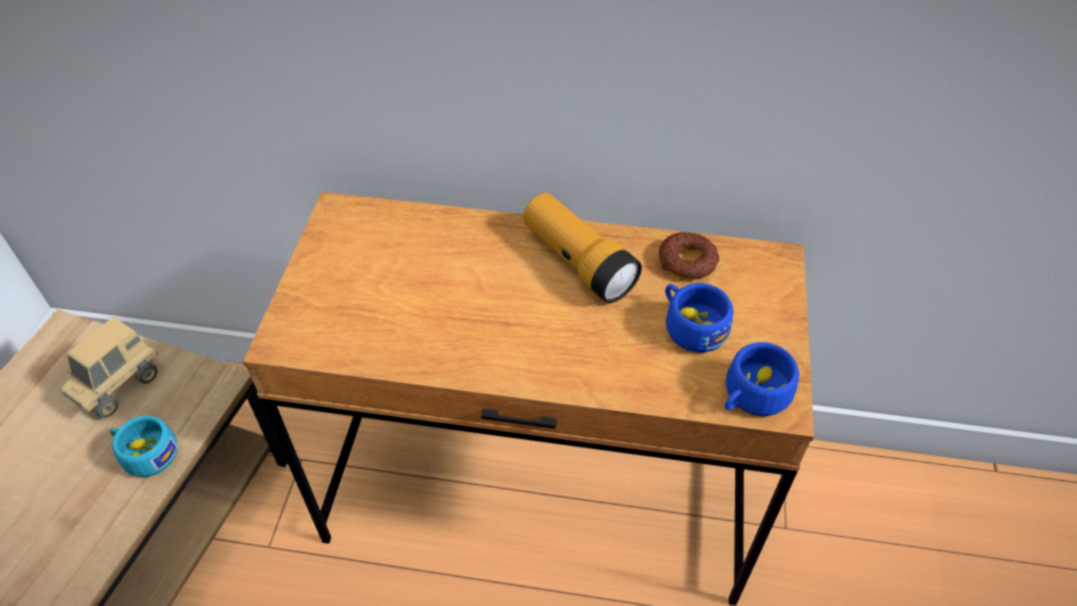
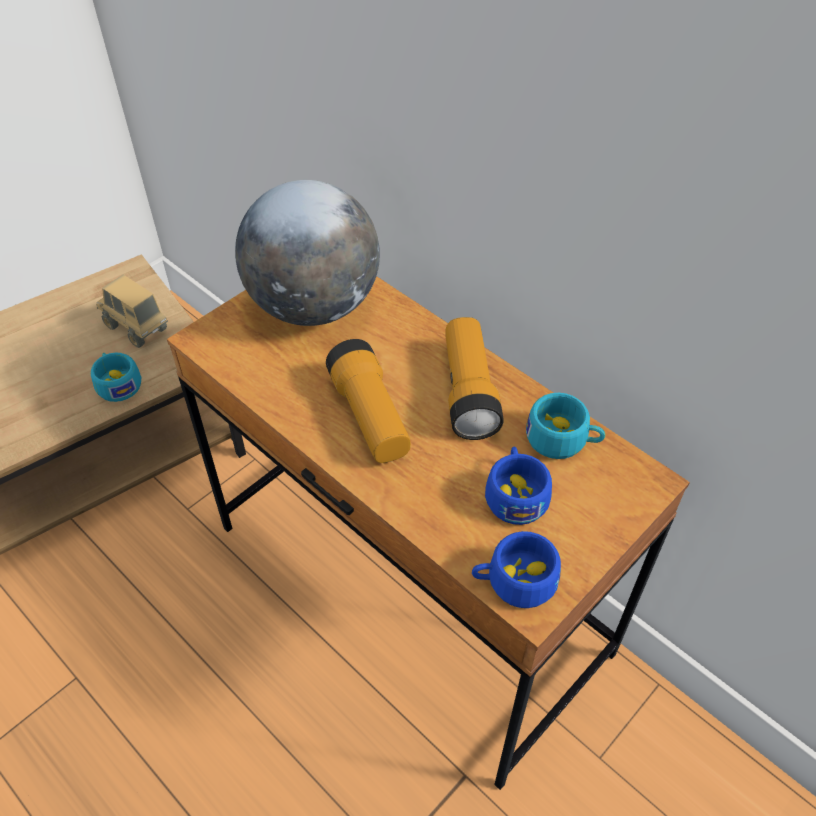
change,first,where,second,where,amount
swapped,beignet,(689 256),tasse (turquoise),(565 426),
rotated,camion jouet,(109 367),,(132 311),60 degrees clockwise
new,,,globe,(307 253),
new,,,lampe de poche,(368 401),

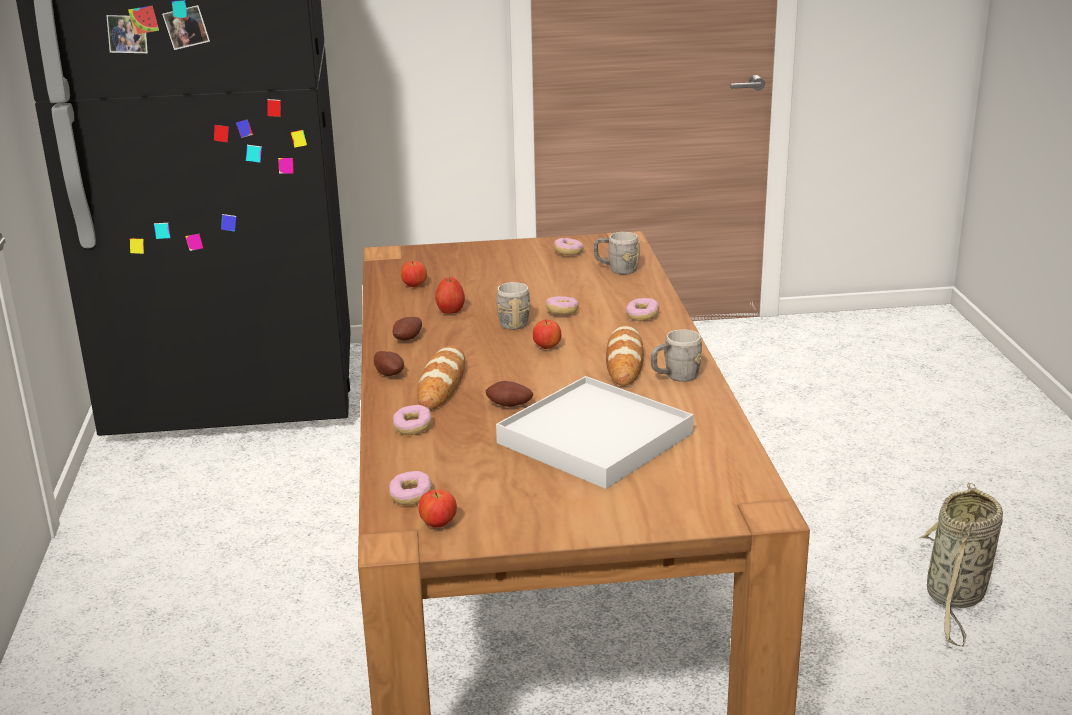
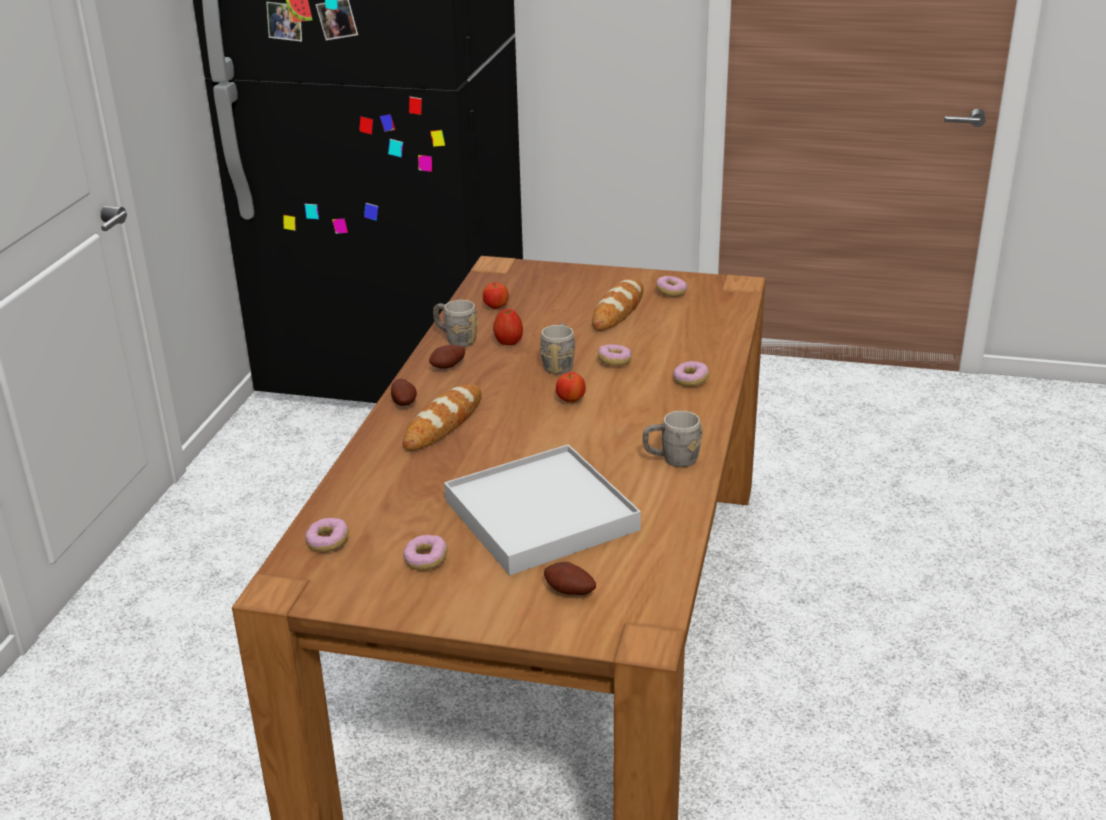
change,first,where,second,where,amount
shifted,mug (gris),(617 253),,(455 323),
shifted,pain,(625 355),,(617 304),
shifted,pomme de terre,(509 394),,(570 578),
shifted,beignet,(412 420),,(425 553),
gone,panier,(961 564),,,
gone,pomme,(437 508),,,

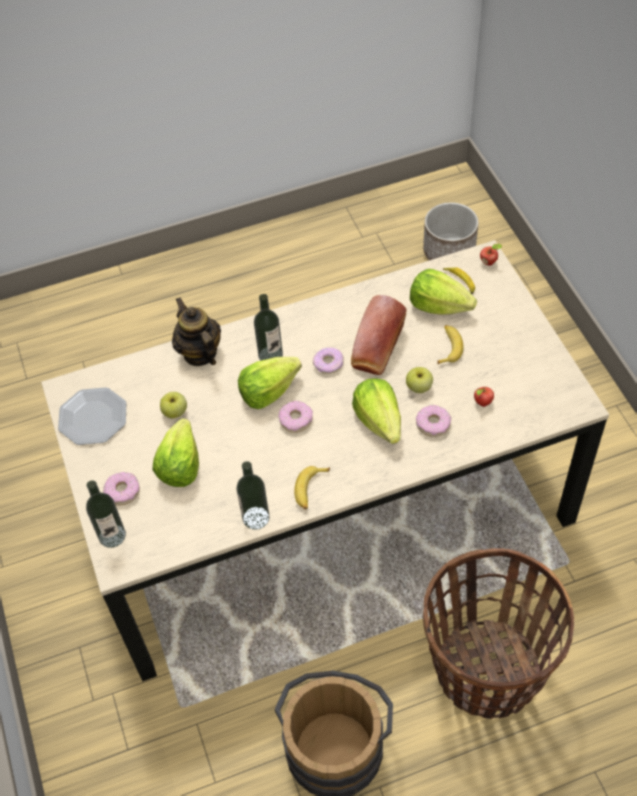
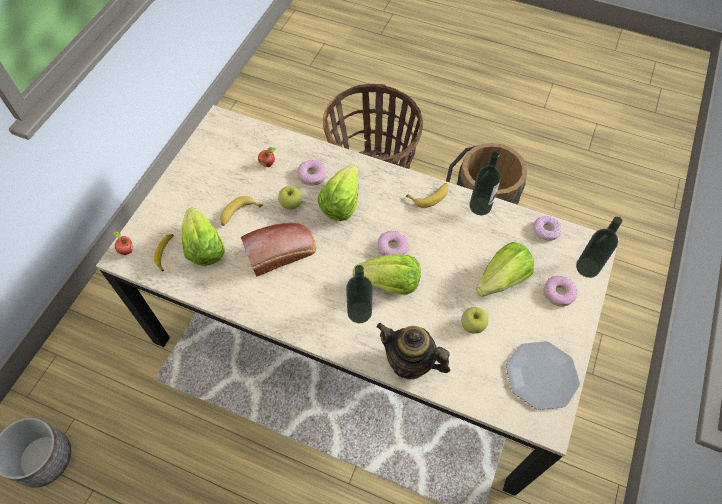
change,first,where,second,where,amount
rotated,théière,(196 331),,(413 351),105 degrees clockwise
shifted,beignet,(328 361),,(547 228),

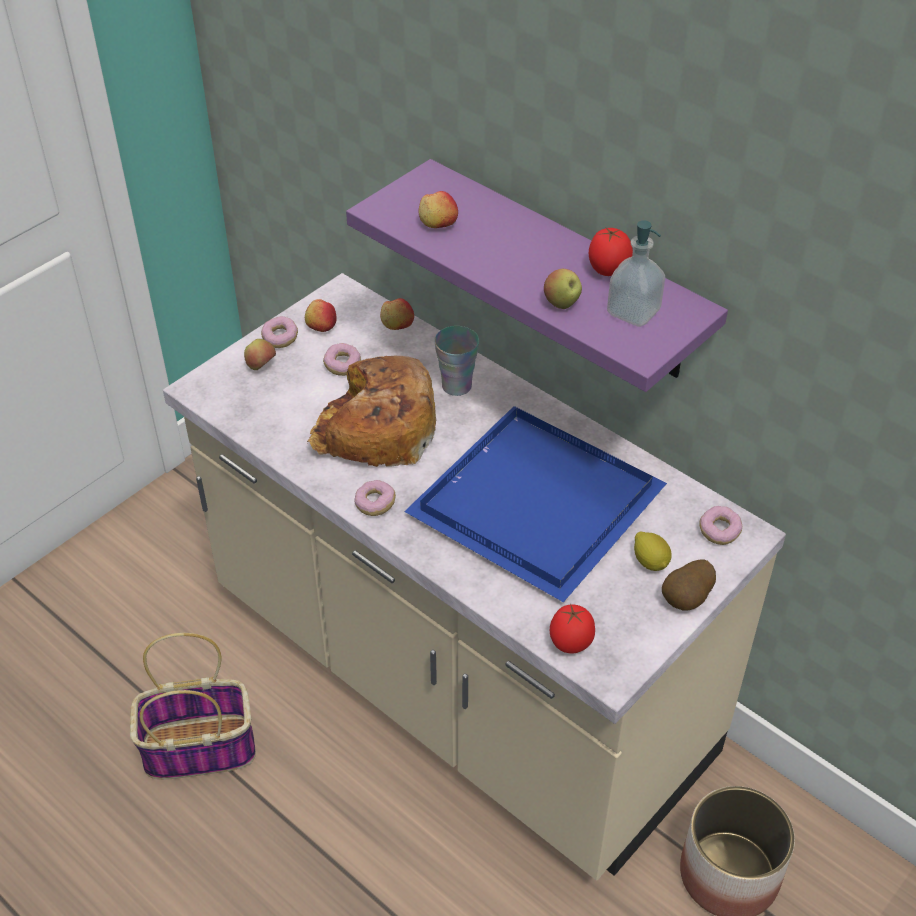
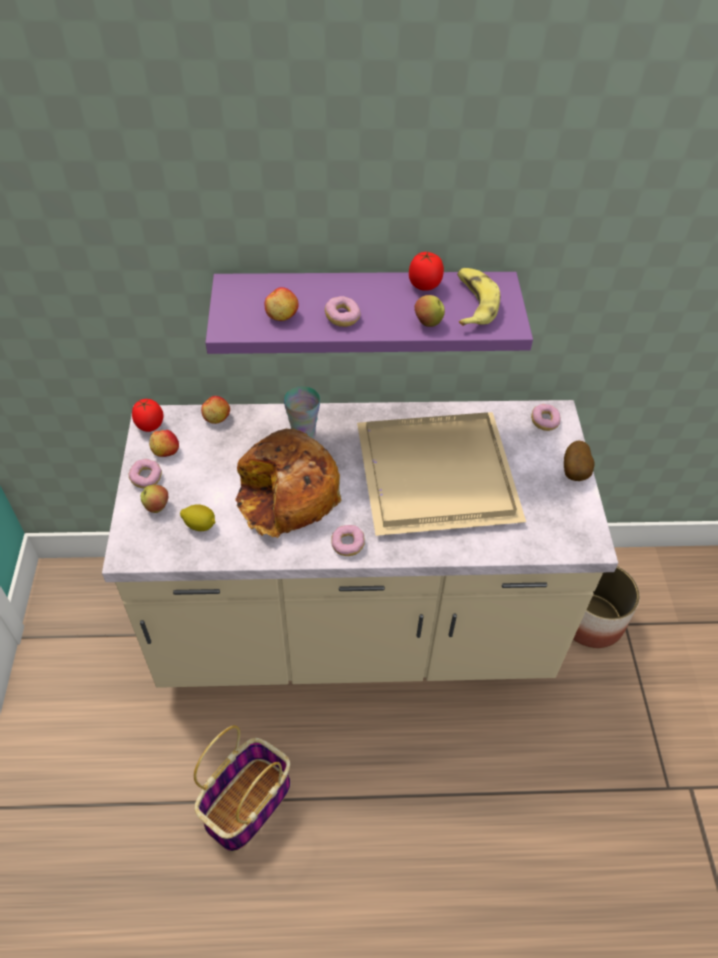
change,first,where,second,where,amount
swapped,distributeur de savon,(636 273),banane,(478 297),
shifted,beignet,(342 359),,(343 311),
repainted,plateau (bleu),(535 504),plateau (beige),(441 474),
shifted,citron,(653 551),,(198 517),
shifted,tomate,(572 629),,(148 415),

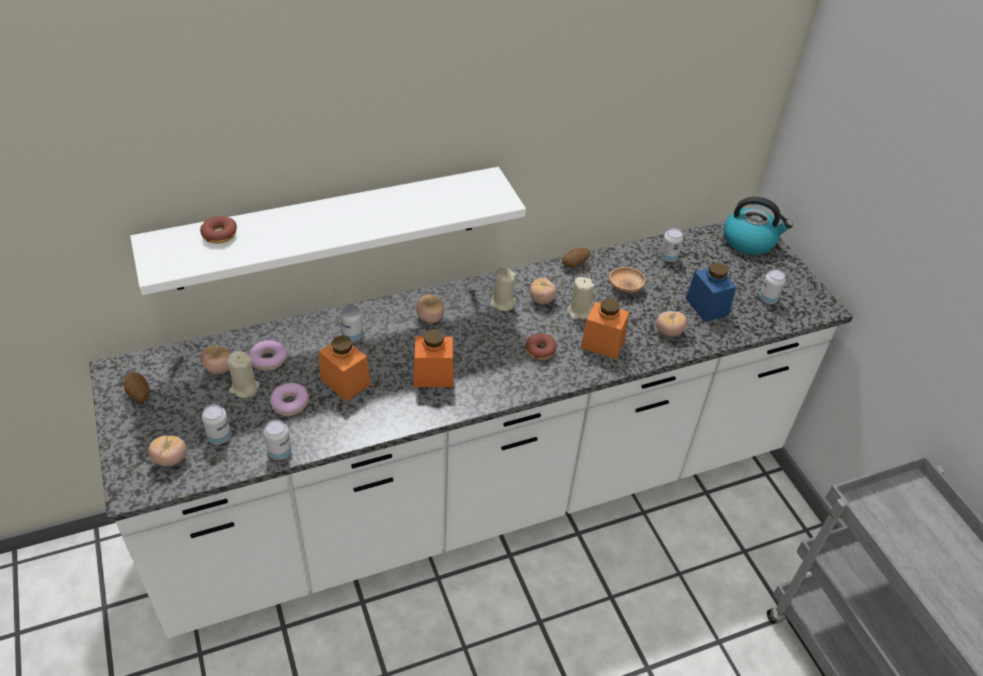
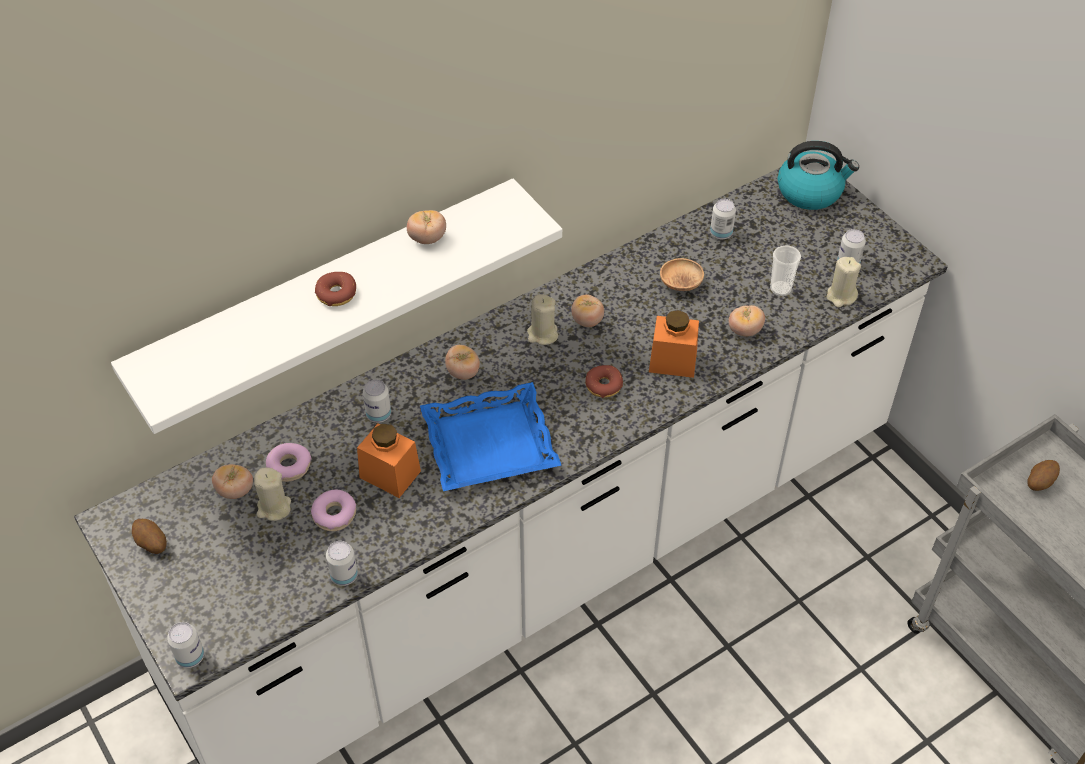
change,first,where,second,where,amount
shifted,beignet,(218 229),,(335 289),
shifted,pomme de terre,(576 257),,(1043 475),
swapped,bocal (bleu),(711 292),tasse,(785 270),
shifted,bougie (beige),(580 298),,(844 282),
swapped,bocal (orange),(434 358),plateau (bleu),(490 436),
shifted,boîte métallique,(216 424),,(185 645),
shifted,tomate,(167 451),,(426 227),

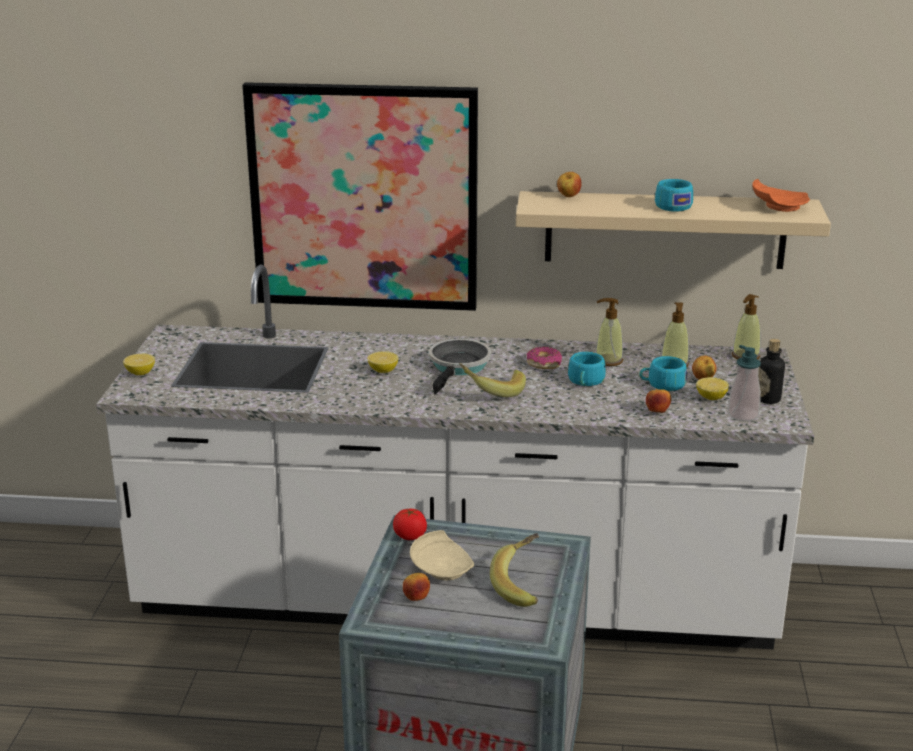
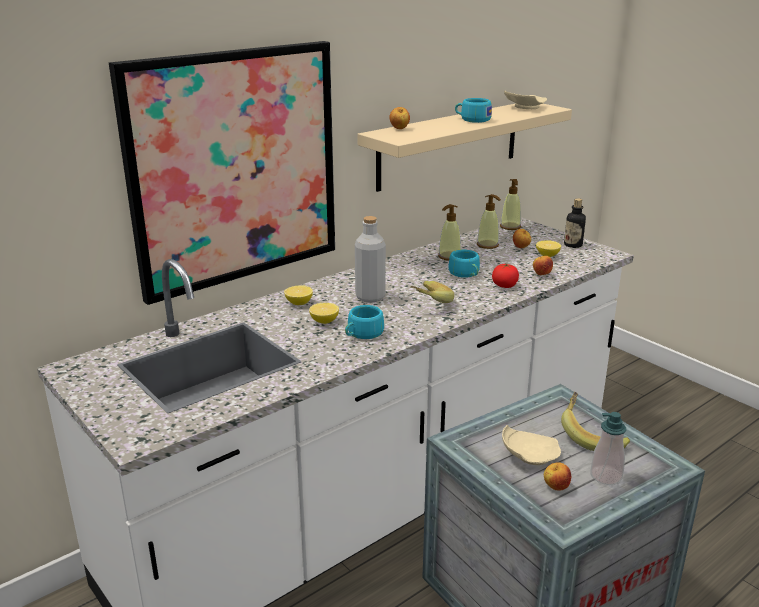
change,first,where,second,where,amount
repainted,assiette (orange),(781 195),assiette (beige),(525 99),
swapped,poêle,(460 367),bouteille (gris),(370 259),
shifted,distributeur de savon,(744 383),,(608 448),
gone,beignet,(544 357),,,
shifted,citron,(139 364),,(298 295),
shifted,tasse (turquoise),(663 373),,(364 322),
shifted,tomate,(410 524),,(505 276),

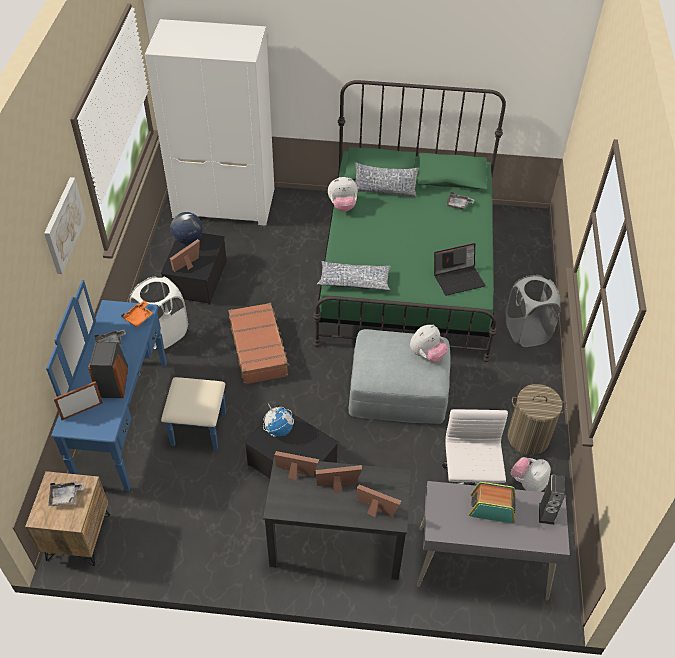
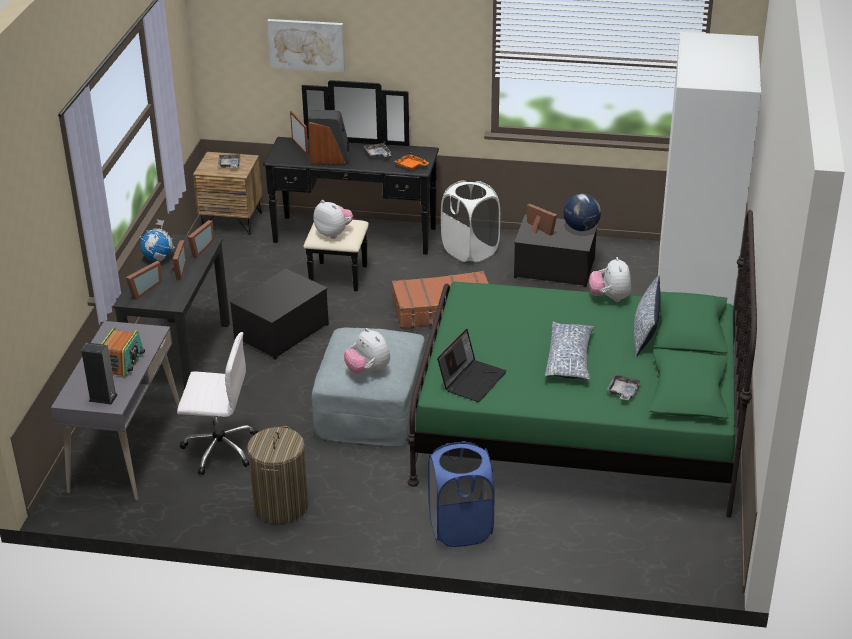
change,first,where,second,where,amount
shifted,tableau,(65 225),,(306 45),
rotated,ordinateur portable,(459 269),,(472 365),135 degrees counterclockwise
shifted,coussin,(354 275),,(569 351),
repainted,panier à linge (gris),(533 311),panier à linge (bleu),(461 494),
repainted,commode (bleu),(136 385),commode (noir),(351 185),
shifted,globe,(278 420),,(157 240),
shifted,peluche,(531 474),,(333 219),

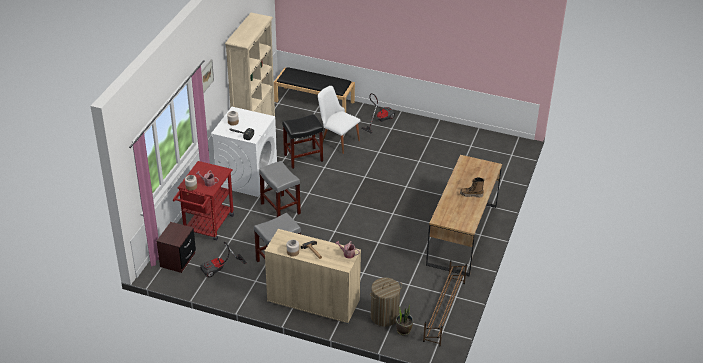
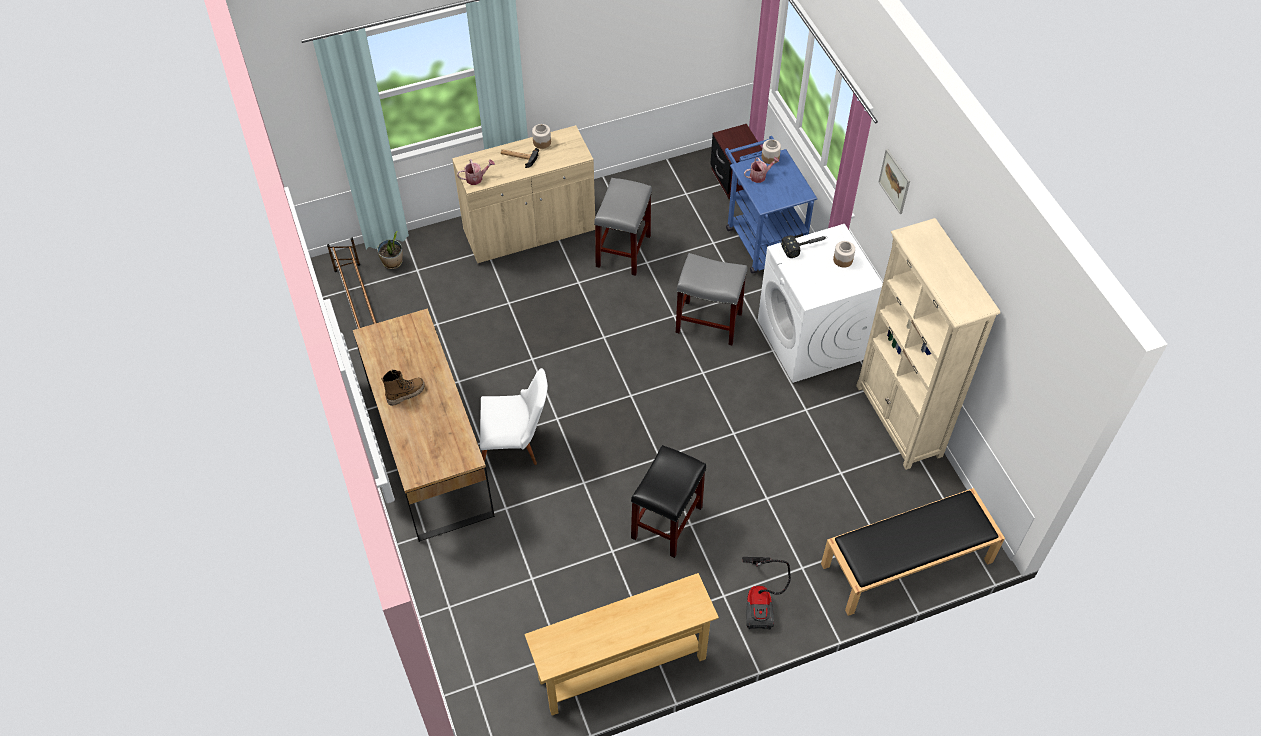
change,first,where,second,where,amount
shifted,chaise (blanc),(339 120),,(514 416),
shifted,tabouret (noir),(302 141),,(668 501),
repainted,chariot (rouge),(203 201),chariot (bleu),(771 204),
gone,aspirateur,(223 260),,,
gone,panier à linge,(386 302),,,
new,,,table console (beige),(622 644),

